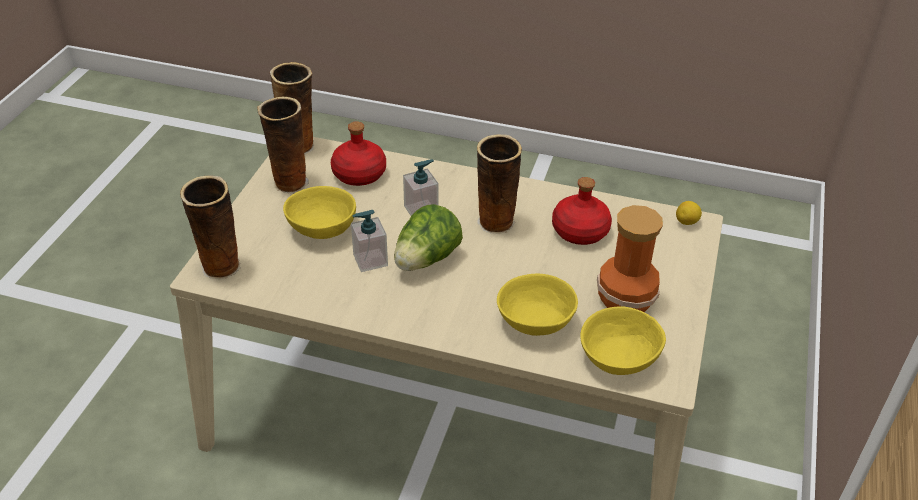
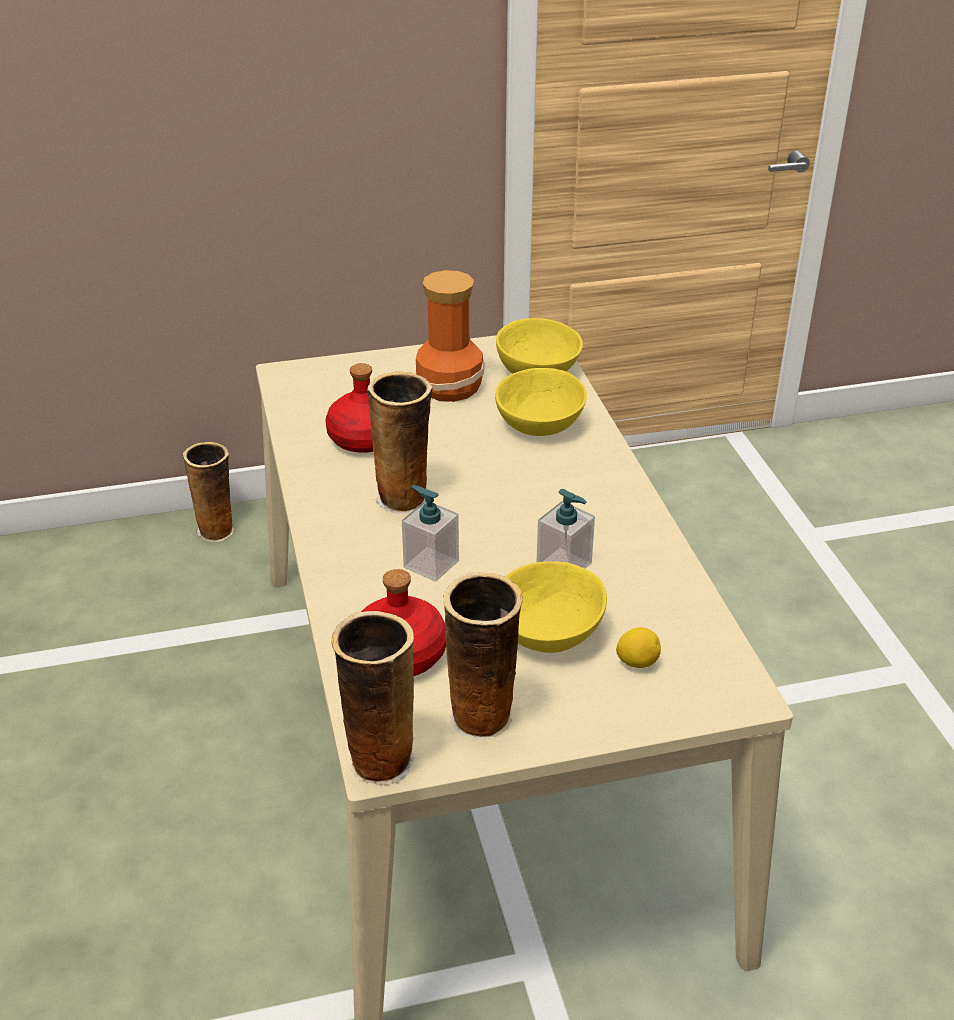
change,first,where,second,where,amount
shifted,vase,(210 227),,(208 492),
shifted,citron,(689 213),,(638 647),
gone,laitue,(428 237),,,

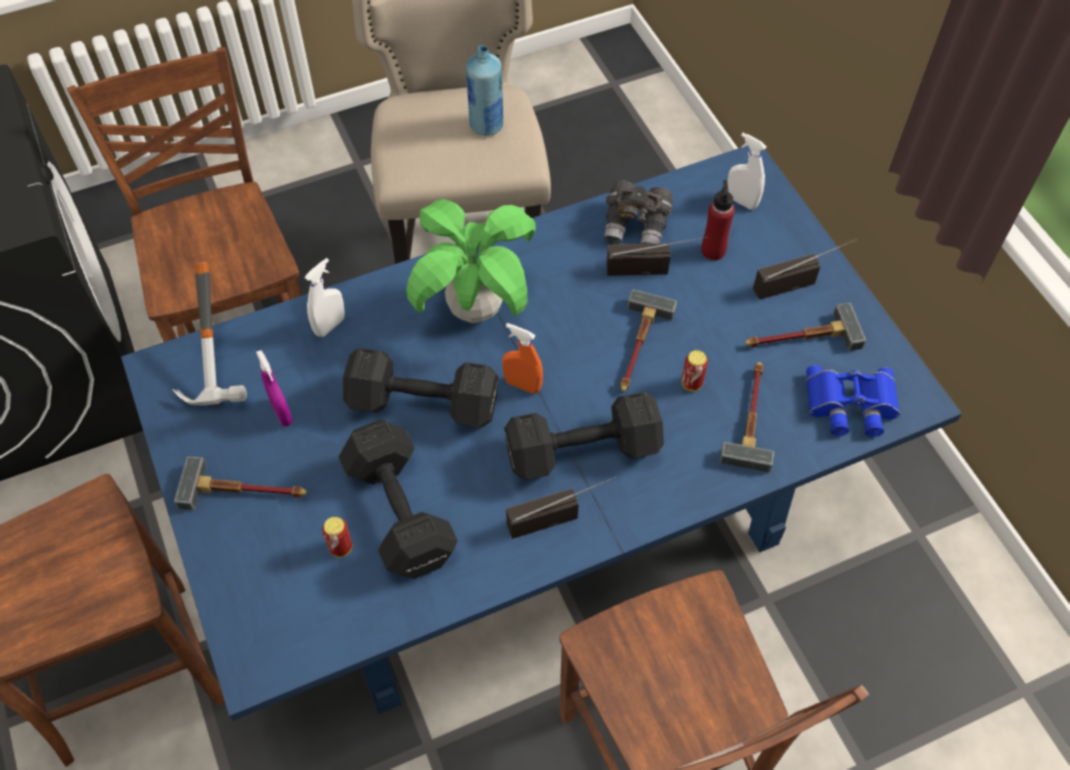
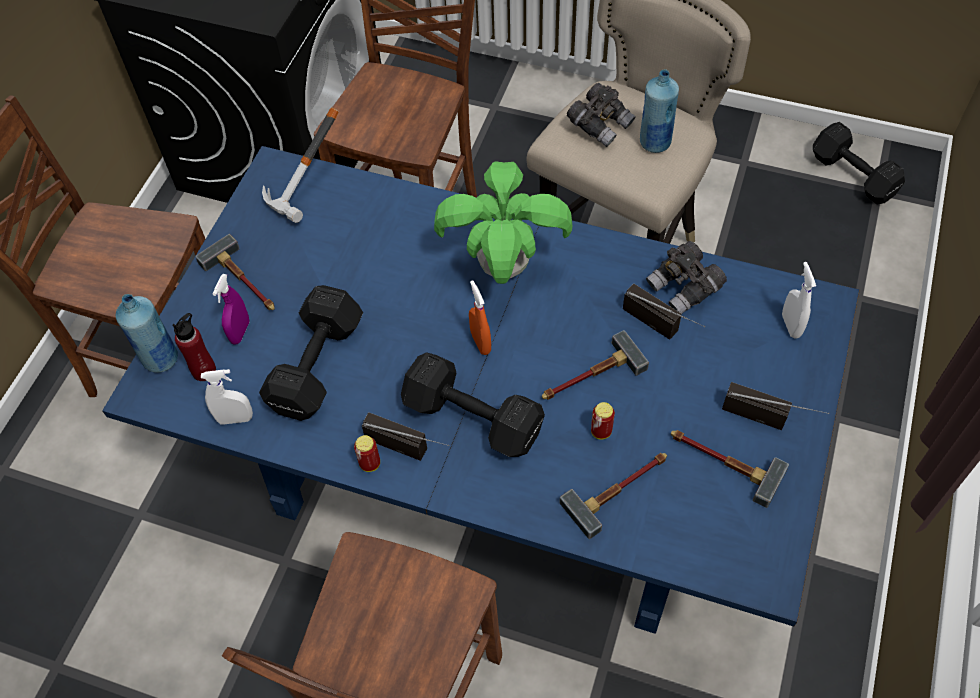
change,first,where,second,where,amount
shifted,bouteille (rouge),(718 220),,(194 347),
shifted,vaporisateur (blanc),(324 297),,(227 397),
shifted,haltère (noir),(420 387),,(859 163),
shifted,vaporisateur (violet),(274 388),,(231 309),
gone,jumelles (bleu),(853 401),,,
shifted,boîte métallique,(337 537),,(367 453),
new,,,jumelles (gris),(601 115),
new,,,bouteille (bleu),(147 333),

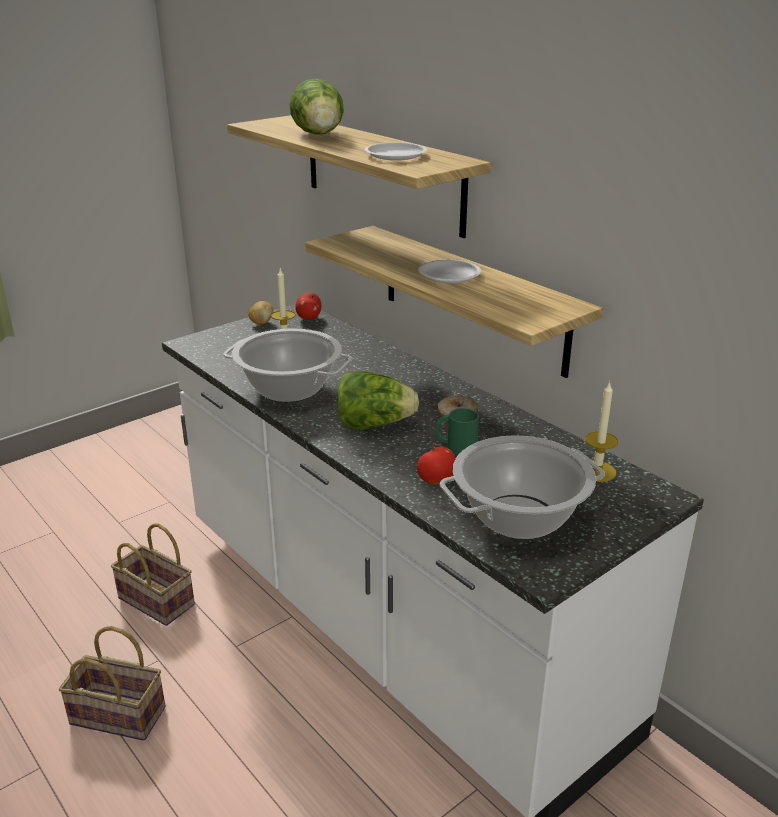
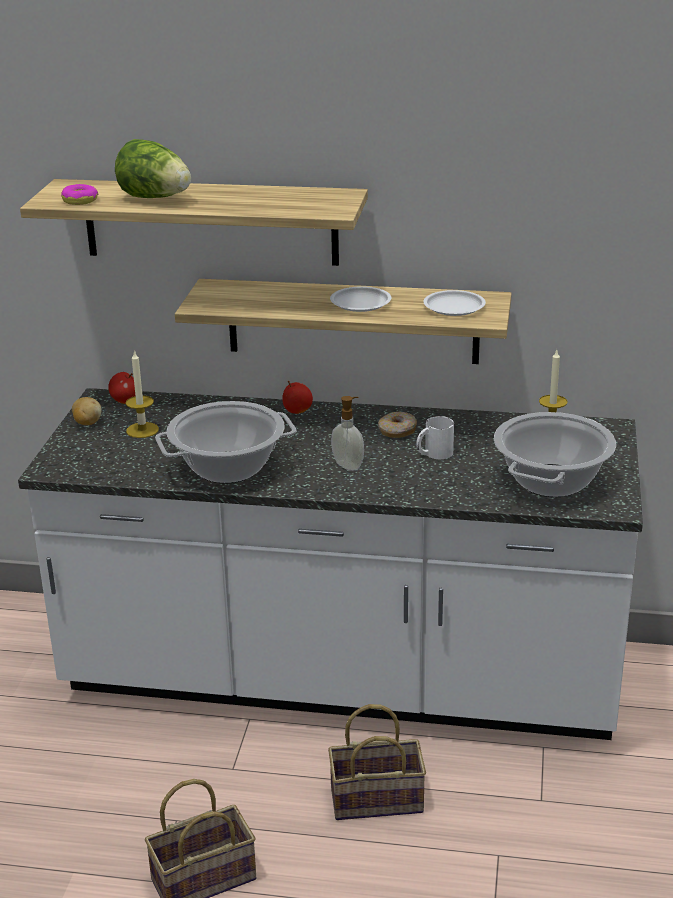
change,first,where,second,where,amount
shifted,assiette (blanc),(396 151),,(455 303),
swapped,laitue,(378 400),distributeur de savon,(347 433),
repainted,mug (vert),(457 431),mug (blanc),(435 437),
shifted,pomme,(436 463),,(297 397),
shifted,panier,(153 574),,(377 762),
new,,,beignet,(79 194),

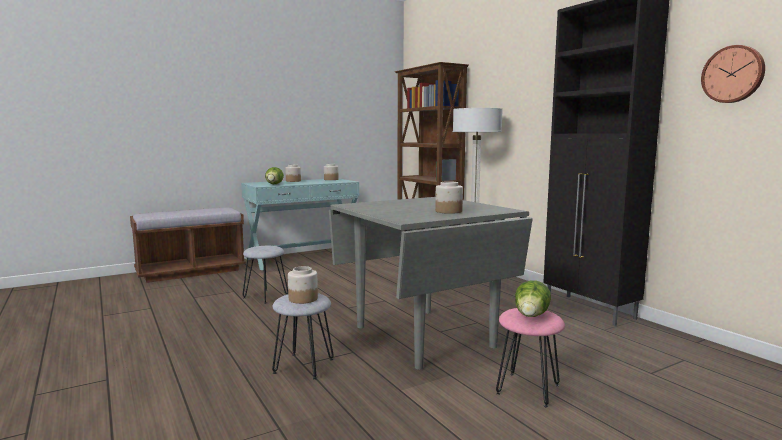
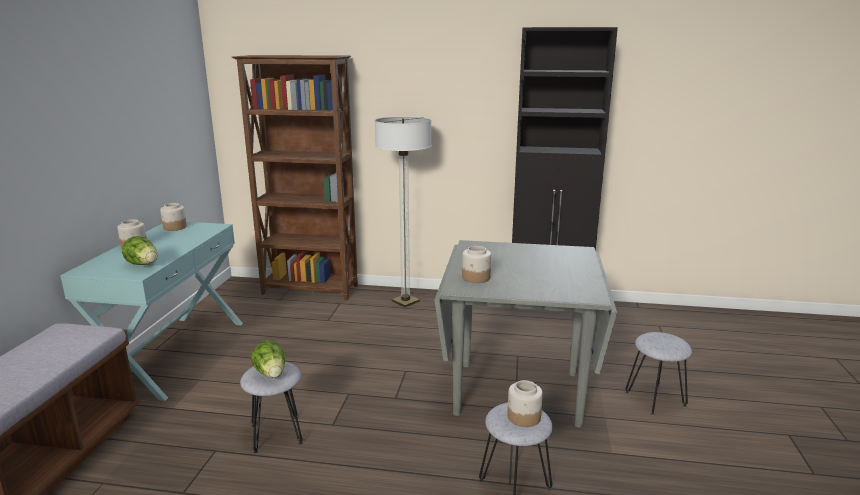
change,first,where,second,where,amount
gone,horloge murale,(733 74),,,
shifted,bocal,(449 197),,(476 264),
shifted,laitue,(533 298),,(268 359),
repainted,tabouret (rose),(530 357),tabouret (gris),(659 373),

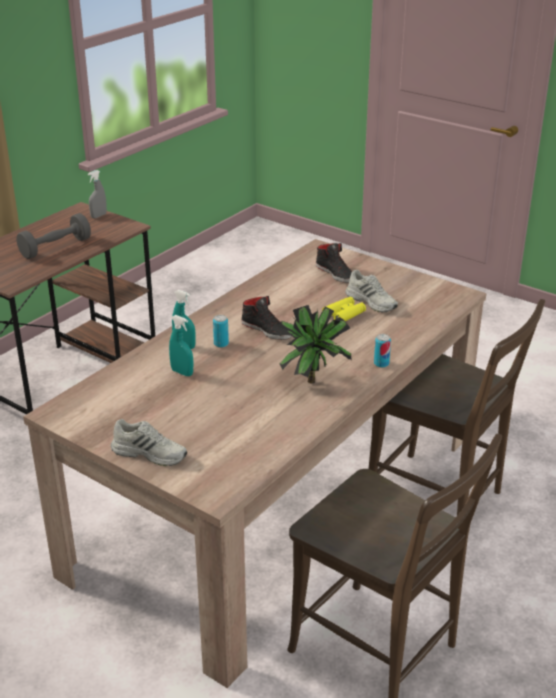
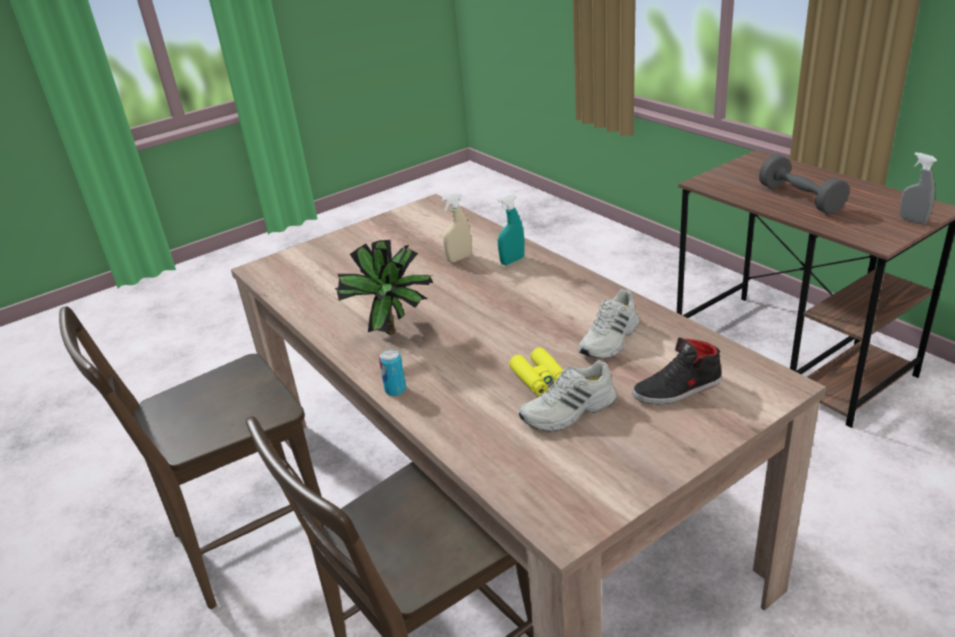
change,first,where,second,where,amount
gone,chaussure (noir),(266 318),,,
repainted,vaporisateur (turquoise),(181 345),vaporisateur (beige),(456 228),
gone,boîte métallique,(221 331),,,
shifted,chaussure (blanc),(149 442),,(608 324),

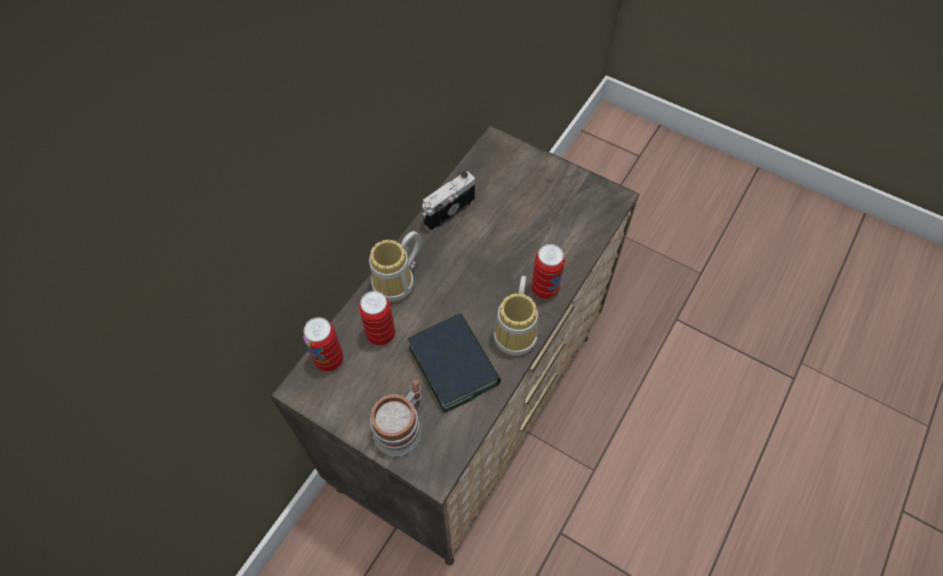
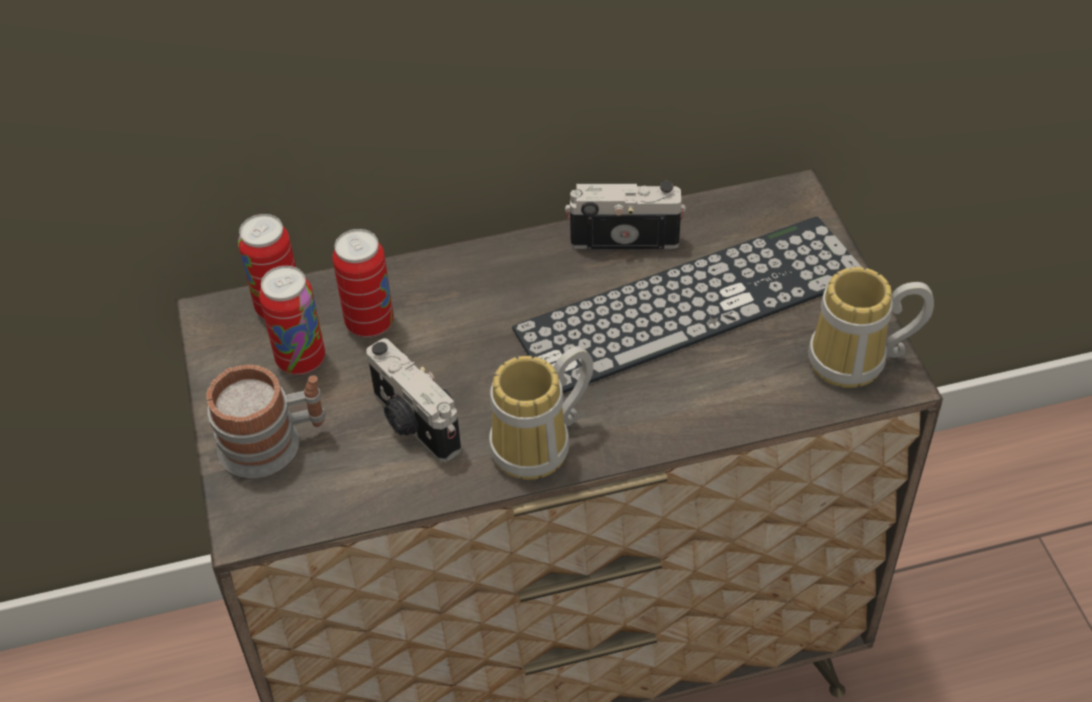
change,first,where,second,where,amount
shifted,mug,(395 266),,(871 327),
shifted,boîte métallique,(548 271),,(292 320),
swapped,livre,(454 363),appareil photo,(413 400),
new,,,clavier,(686 305),

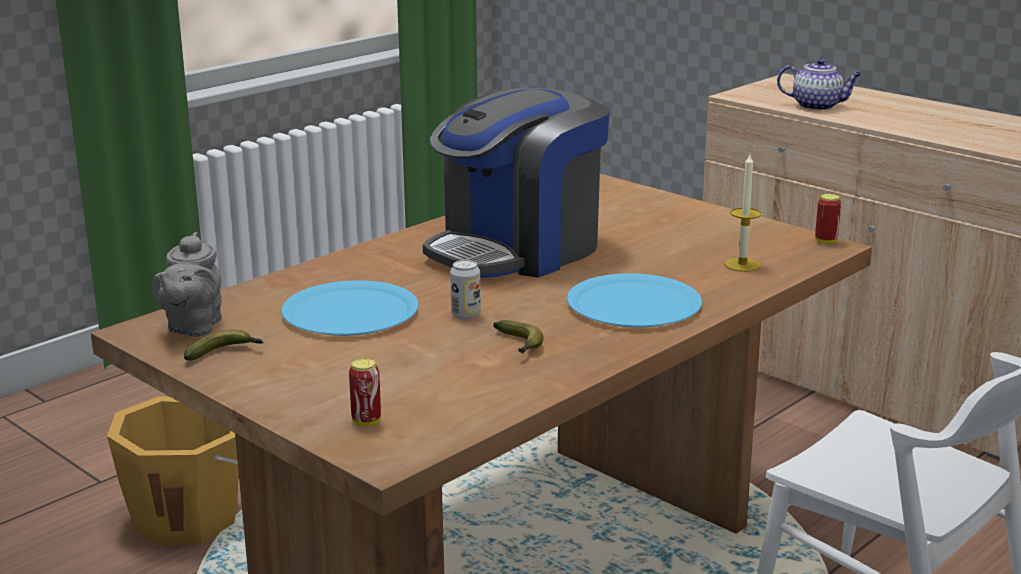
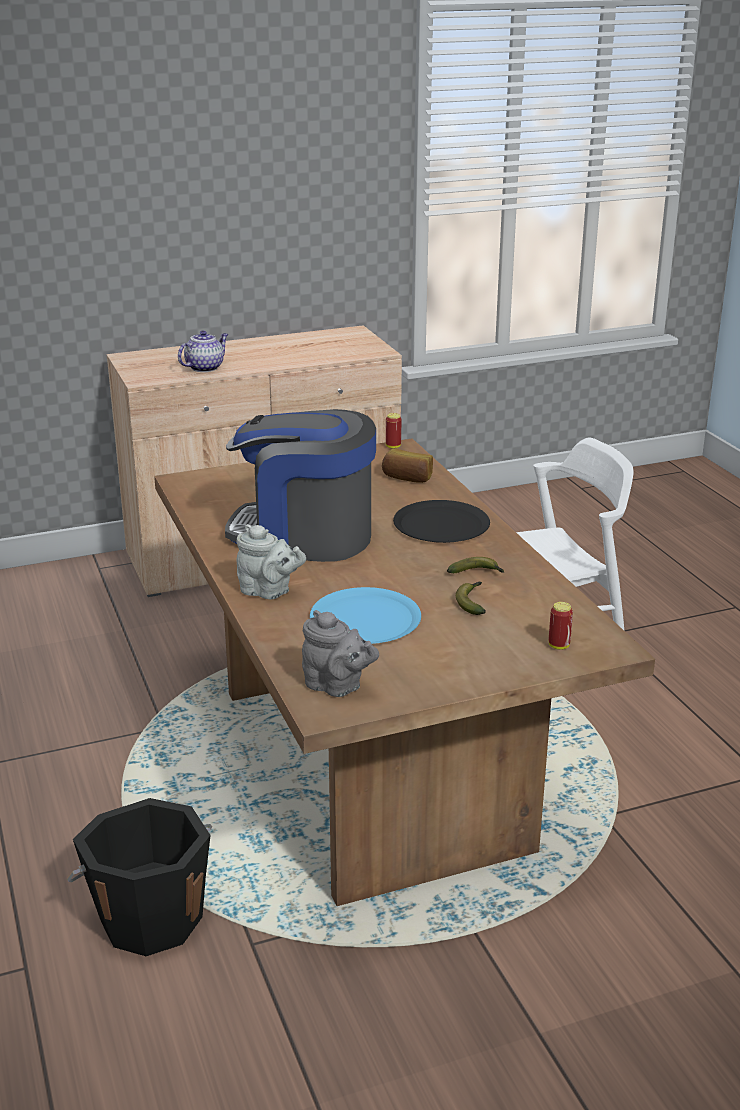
change,first,where,second,where,amount
rotated,machine à café,(516 183),,(300 485),120 degrees clockwise
swapped,bougie,(743 213),pain,(407 465),
gone,boîte métallique,(465 289),,,
repainted,assiette (bleu),(634 300),assiette (noir),(441 521),
shifted,banane,(223 345),,(471 598),
repainted,seau (orange),(172 471),seau (noir),(139 877),
new,,,théière (gris),(271 561),

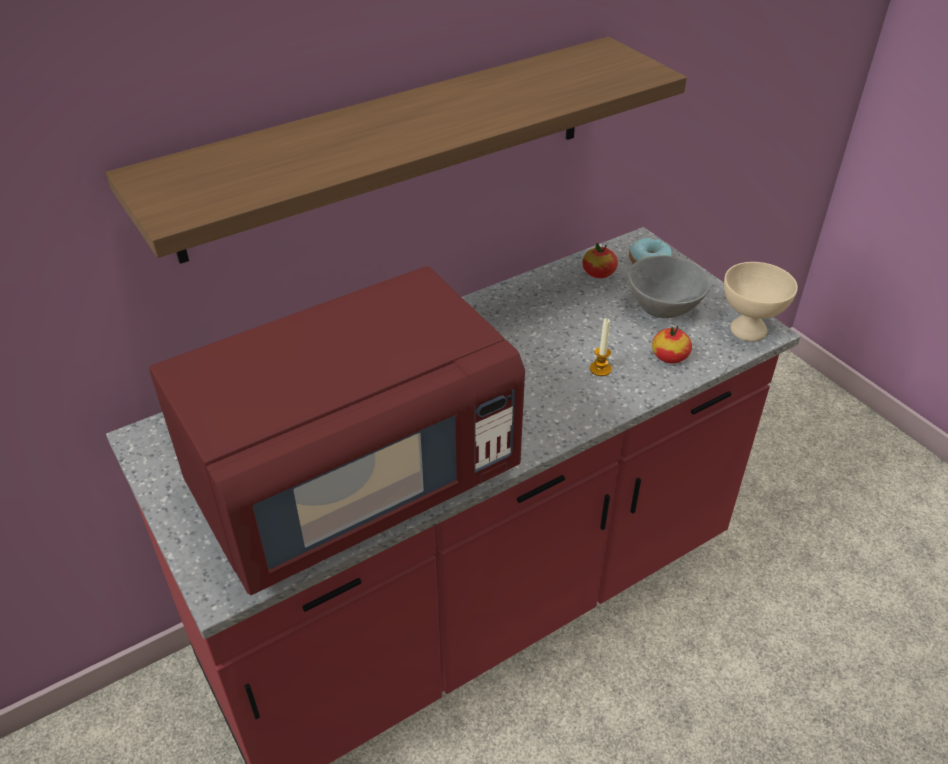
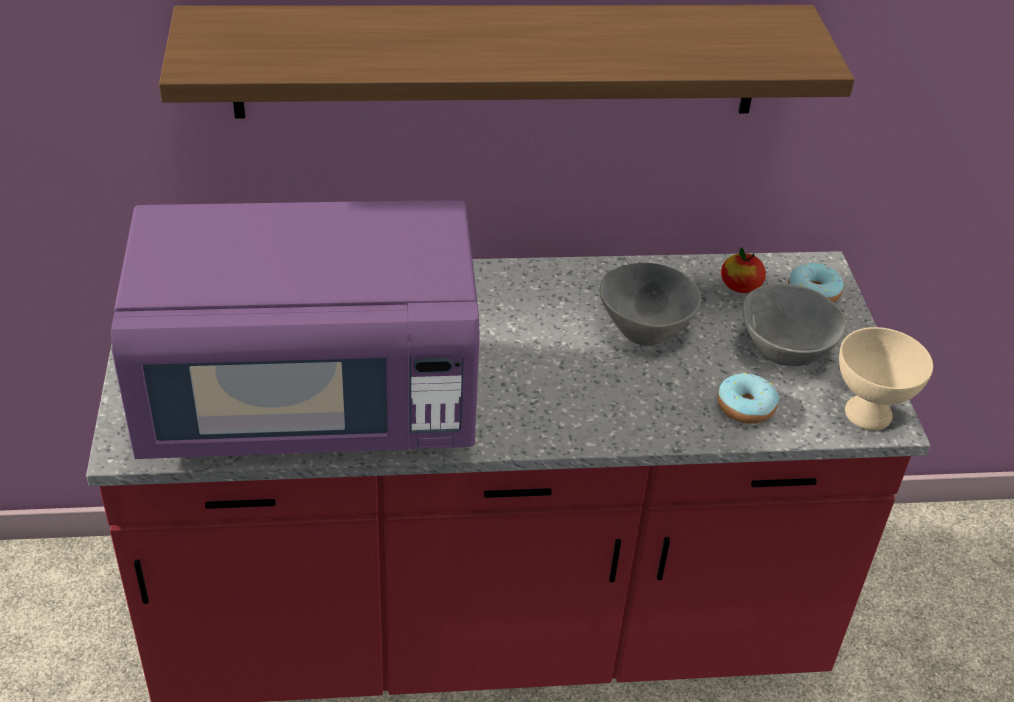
change,first,where,second,where,amount
repainted,micro-ondes (rouge),(337 431),micro-ondes (violet),(295 329),
gone,bougie,(601 347),,,
swapped,pomme,(672 345),beignet,(748 398),
new,,,bol (gris),(650 304),

